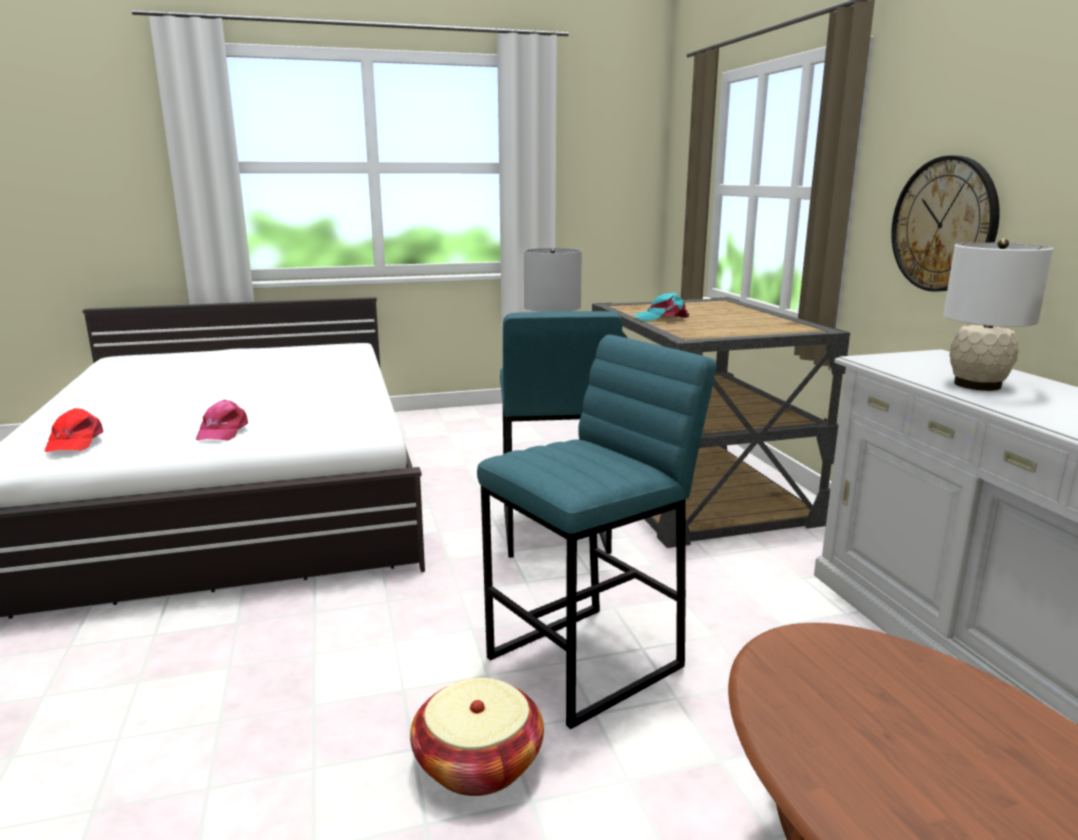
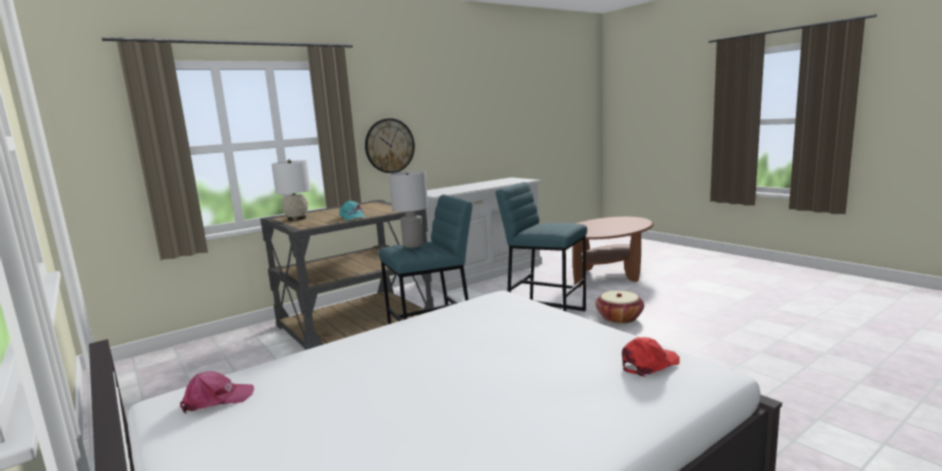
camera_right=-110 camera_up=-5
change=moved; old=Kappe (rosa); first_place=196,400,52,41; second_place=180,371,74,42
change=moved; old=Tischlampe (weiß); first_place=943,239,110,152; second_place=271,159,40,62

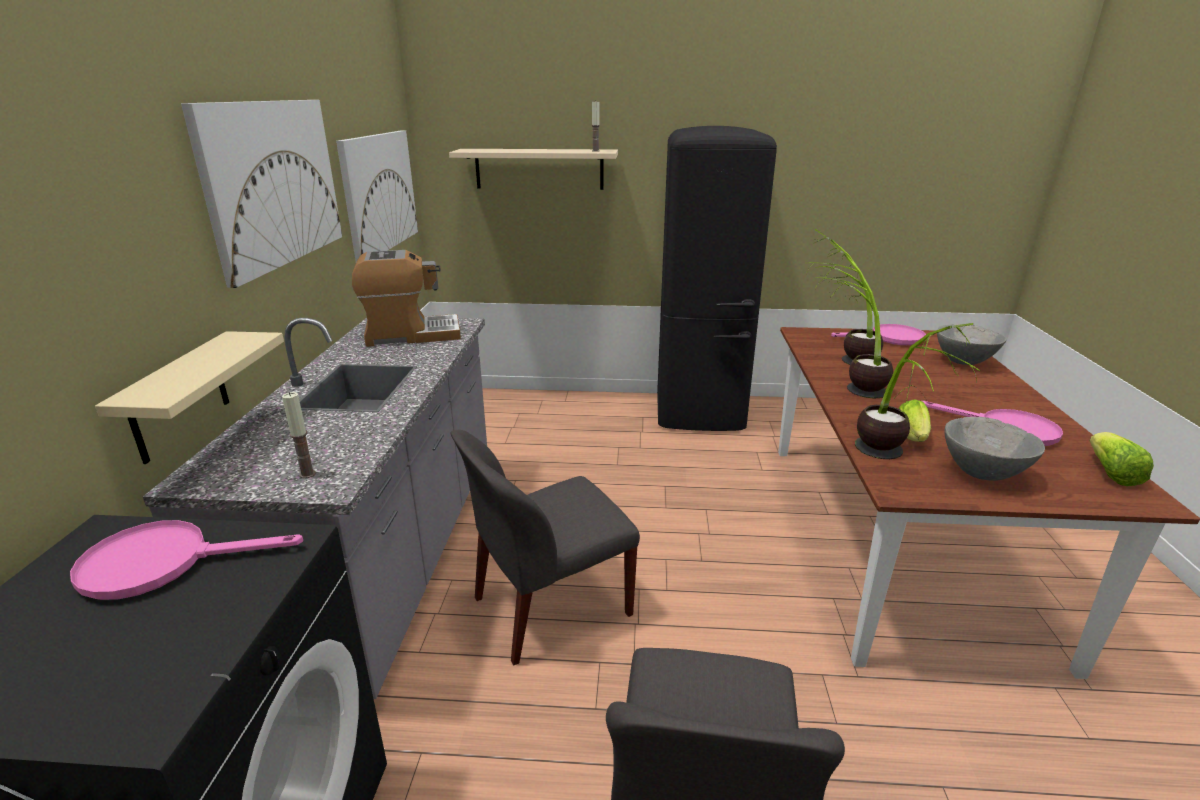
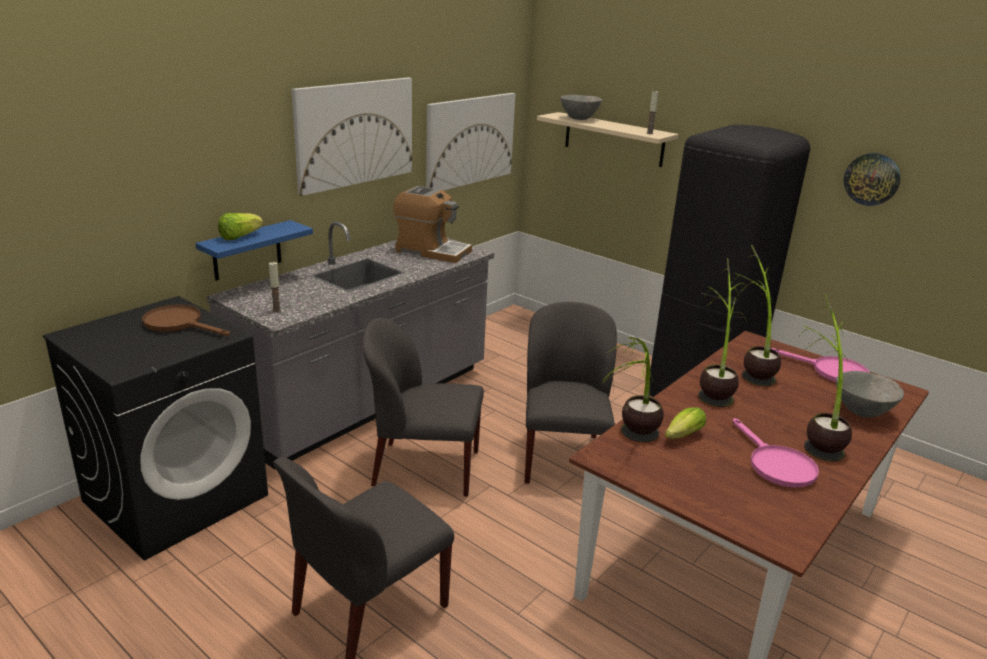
camera_right=35 camera_up=0
change=recoloured; old=Pfanne (rosa); new=Pfanne (braun); first_place=70,520,233,80; second_place=142,305,88,31
change=recoloured; old=Wandregal (beige); new=Wandregal (blau); first_place=95,331,189,133; second_place=195,220,118,61
change=moved; old=Salatkopf; first_place=1090,432,64,54; second_place=218,213,45,27
change=added; new=Stuhl (grau); second_place=525,302,92,182
change=moved; old=Schüssel (grau); first_place=945,417,100,64; second_place=560,95,42,25
change=added; new=Topfpflanze; second_place=800,294,52,167
change=added; new=Wanduhr; second_place=843,153,57,53

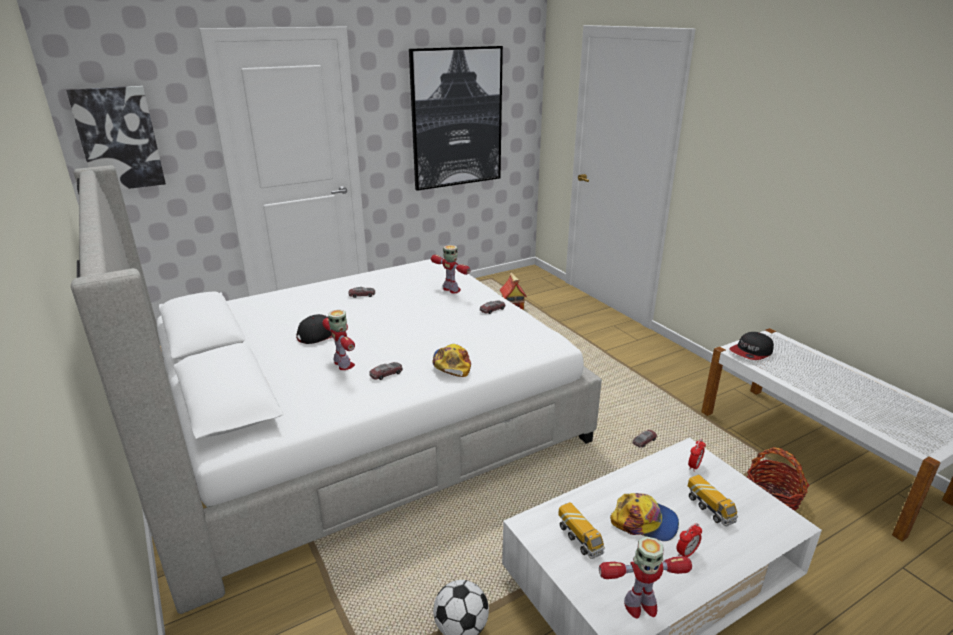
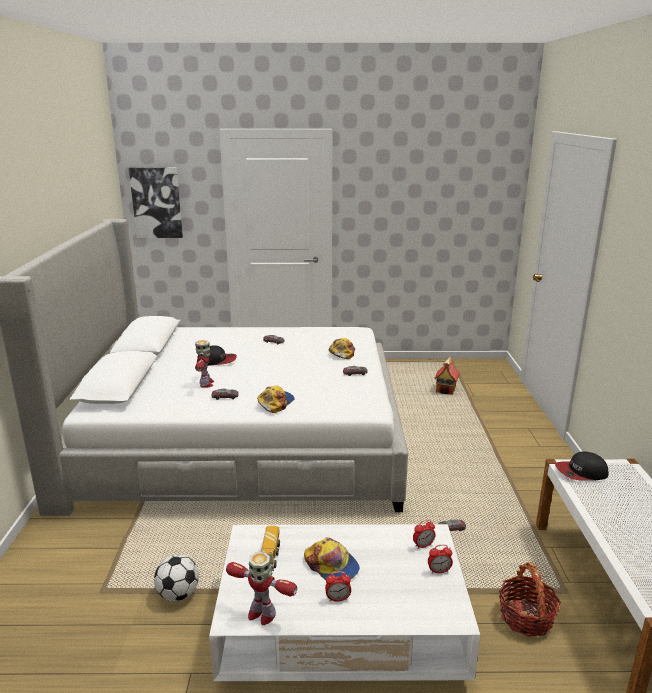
camera_right=30 camera_up=-5
change=replaced; old=Spielzeugroboter; new=Kappe; first_place=431,245,39,48; second_place=328,338,27,21
change=added; new=Wecker; second_place=428,545,25,28
change=removed; old=Bild; first_place=409,46,94,145
change=removed; old=Spielzeuglaster; first_place=688,475,50,51

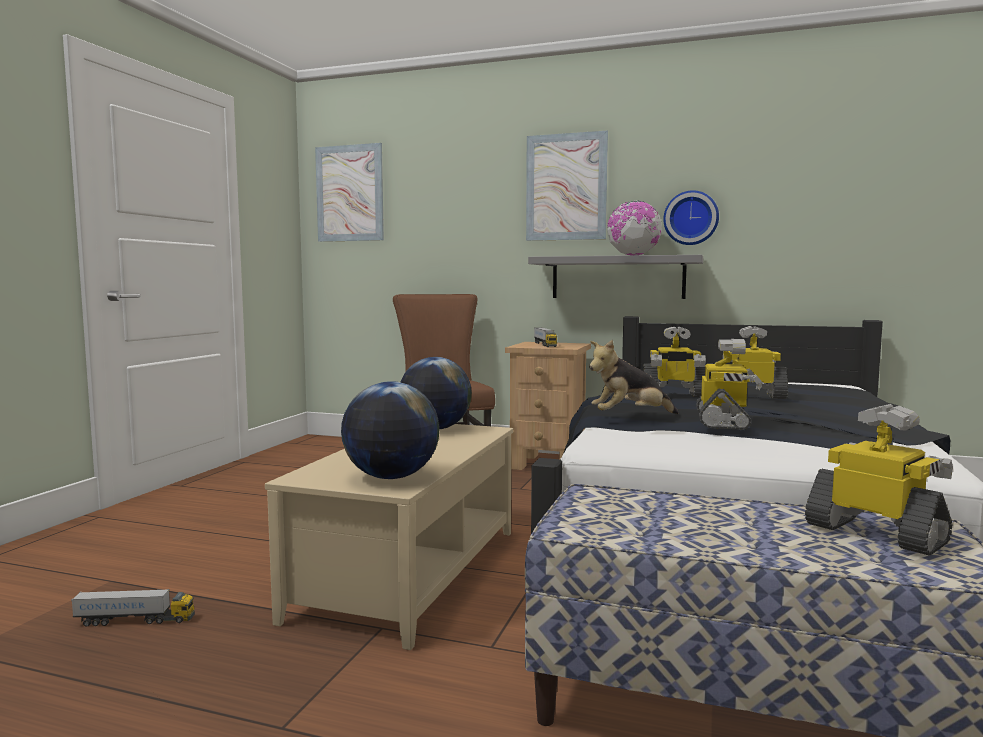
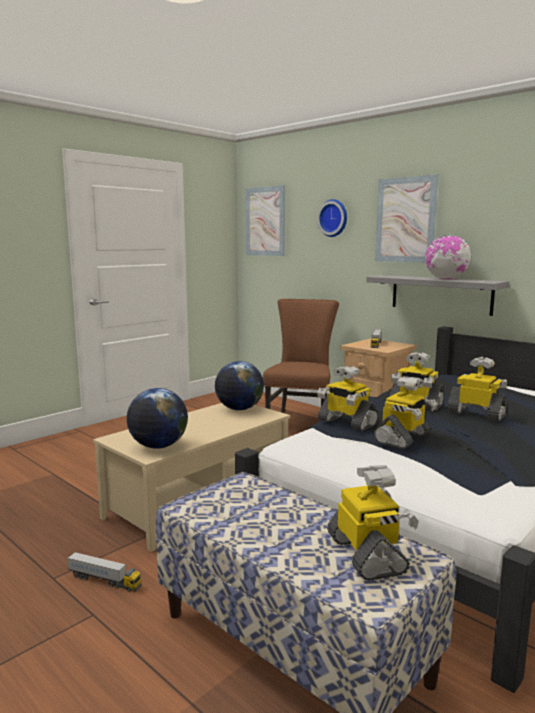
camera_right=25 camera_up=5
change=moved; old=Spielzeuglaster; first_place=71,589,124,38; second_place=67,552,74,40
change=moved; old=Wanduhr; first_place=663,190,56,55; second_place=317,199,30,38
change=replaced; old=Plüschtier; new=Spielzeugroboter; first_place=589,340,89,74; second_place=317,366,61,65

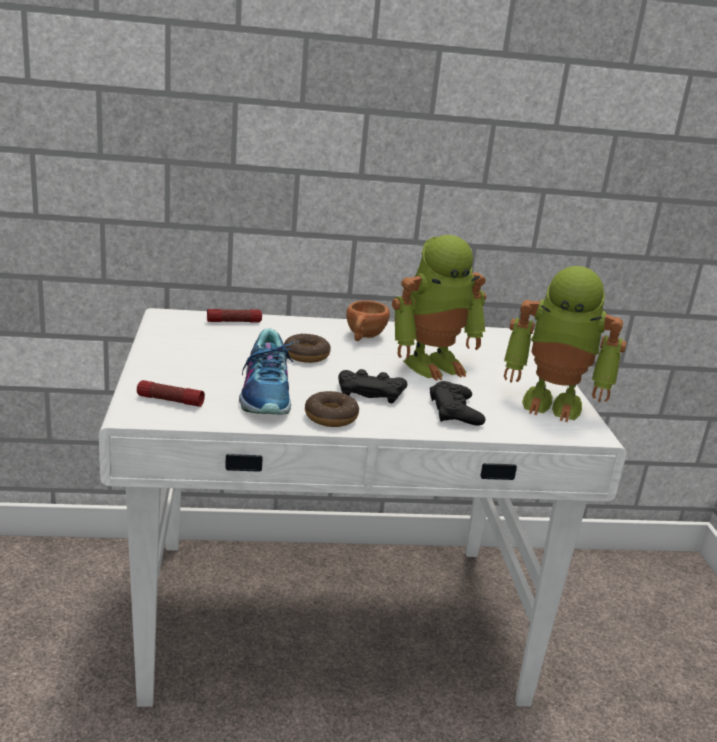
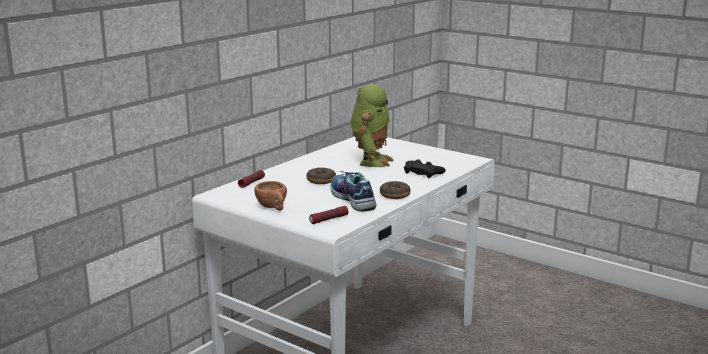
camera_right=-45 camera_up=-5
change=moved; old=Tasse (braun); first_place=346,300,44,41; second_place=254,181,33,30
change=turned; old=Schuh; first_place=239,329,61,86; second_place=330,171,47,40; degrees=-150
change=removed; old=Gamepad (schwarz); first_place=338,369,69,34
change=removed; old=Spielzeugroboter; first_place=504,266,123,156

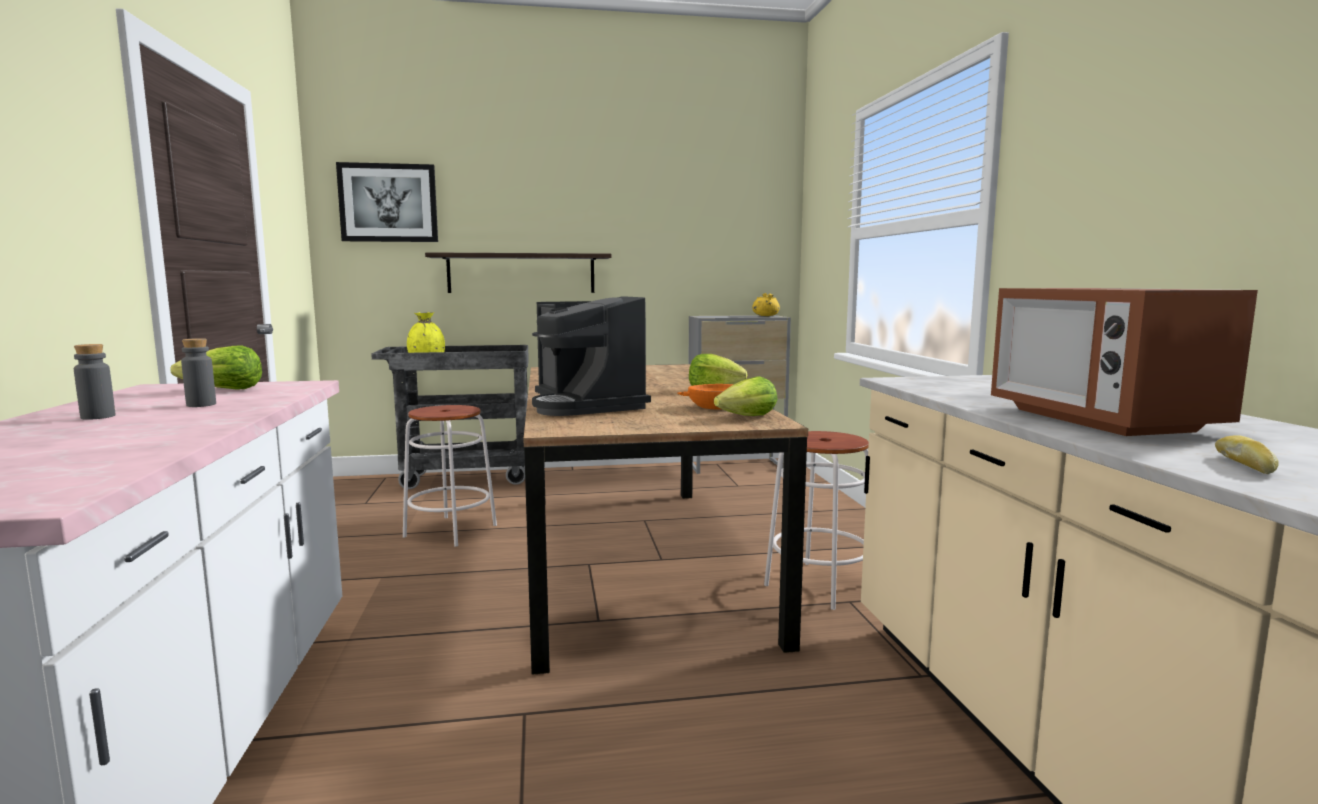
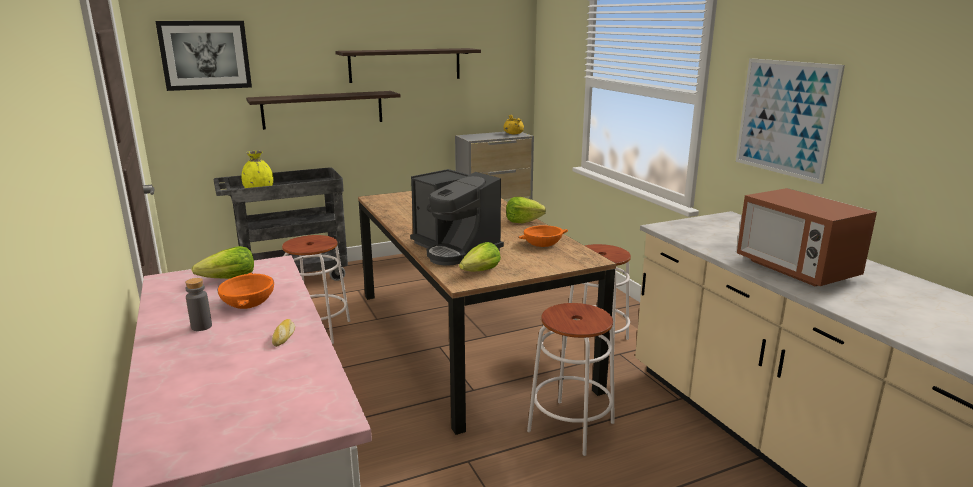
camera_right=-15 camera_up=10
change=replaced; old=Flasche (grau); new=Schüssel (orange); first_place=181,338,35,69; second_place=217,272,57,37
change=moved; old=Brot; first_place=1215,435,64,39; second_place=272,319,23,28
change=added; new=Wandregal; second_place=335,48,146,35
change=moved; old=Salatkopf; first_place=714,376,64,40; second_place=459,242,42,30
change=added; new=Hocker (weiß); second_place=527,303,88,153
change=added; new=Bild; second_place=736,58,109,126

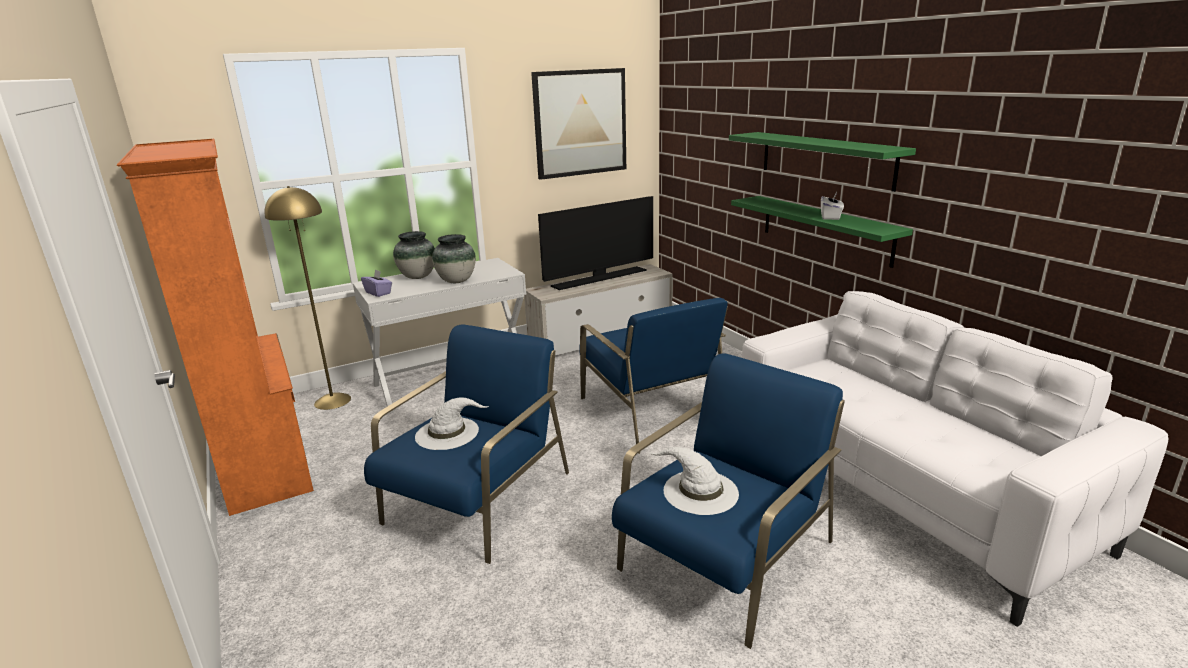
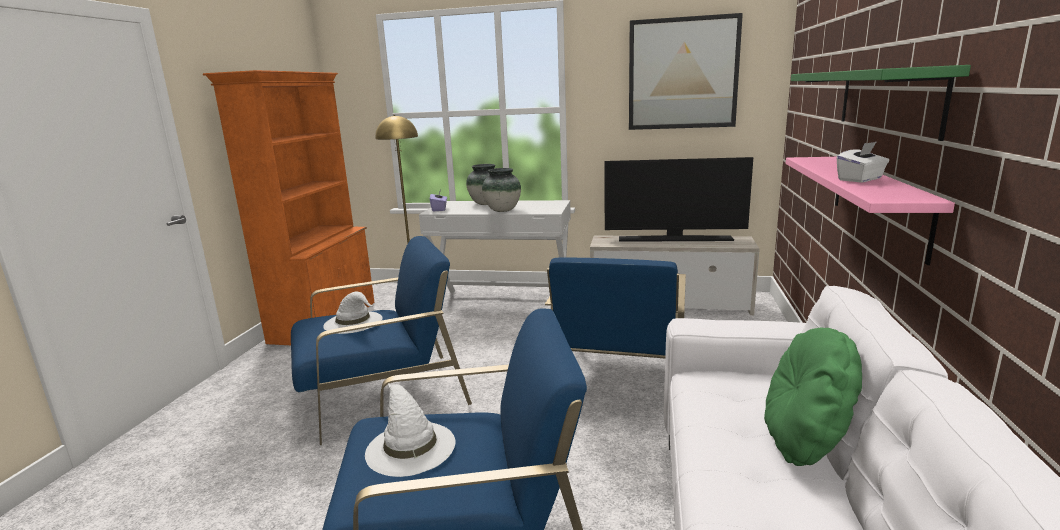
camera_right=40 camera_up=-5
change=added; new=Kissen (grün); second_place=764,328,98,138
change=recoloured; old=Wandregal (grün); new=Wandregal (rosa); first_place=731,196,182,72; second_place=786,157,169,108

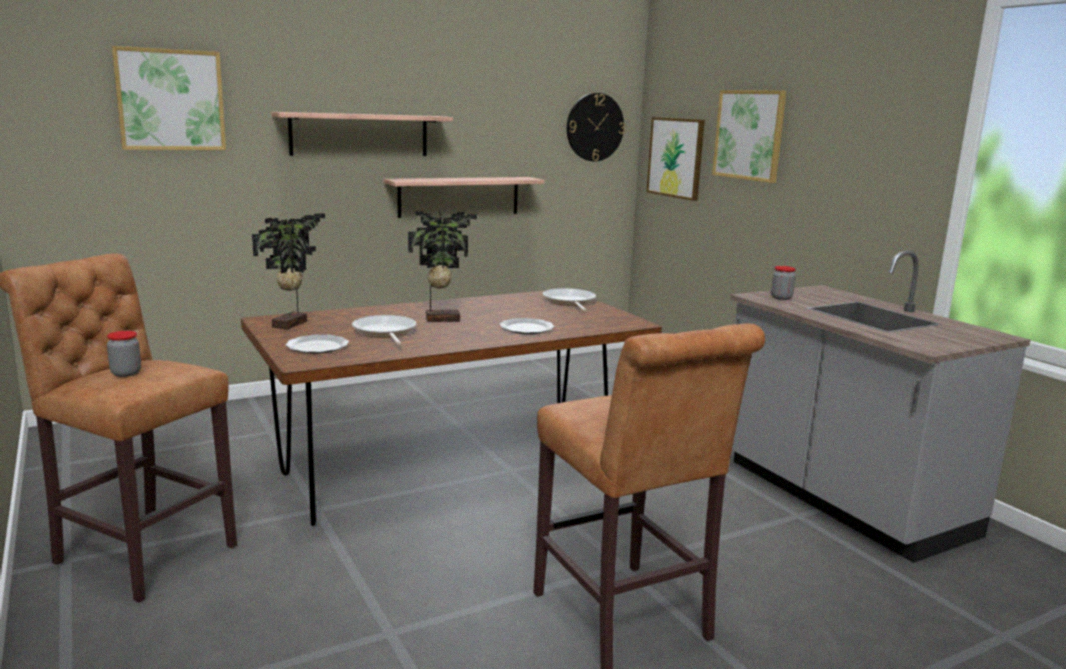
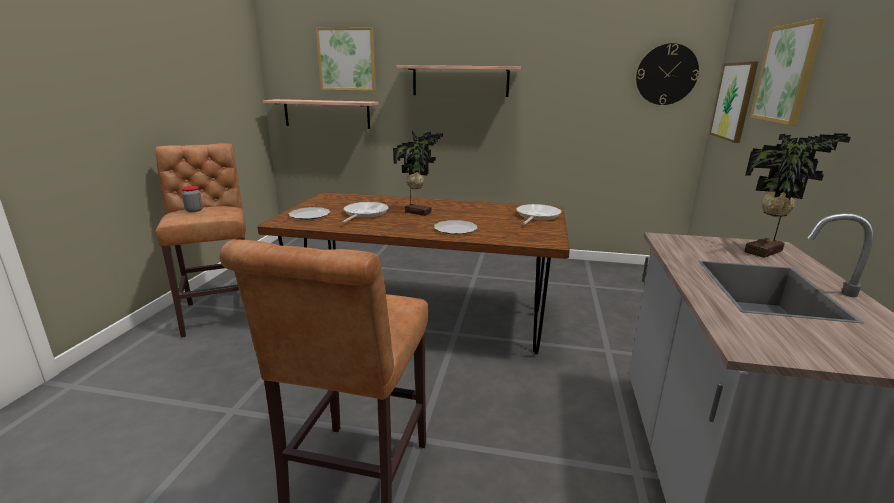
camera_right=40 camera_up=5
change=moved; old=Wandregal; first_place=383,177,162,41; second_place=263,99,116,30
change=moved; old=Topfpflanze; first_place=252,213,73,116; second_place=744,133,107,125
change=removed; old=Vorratsglas; first_place=771,266,25,34

